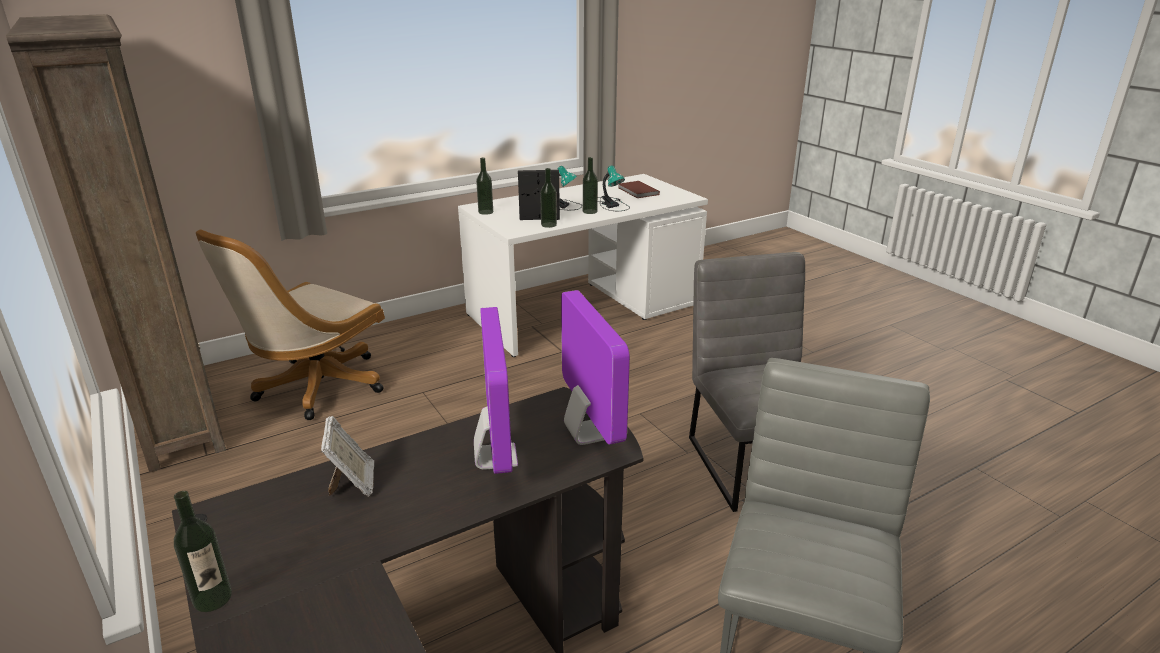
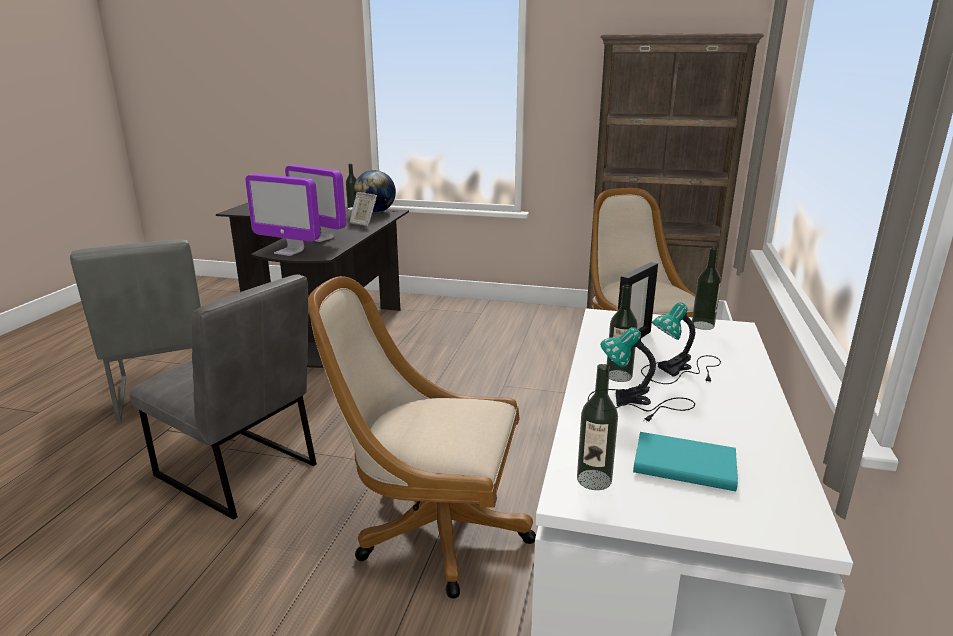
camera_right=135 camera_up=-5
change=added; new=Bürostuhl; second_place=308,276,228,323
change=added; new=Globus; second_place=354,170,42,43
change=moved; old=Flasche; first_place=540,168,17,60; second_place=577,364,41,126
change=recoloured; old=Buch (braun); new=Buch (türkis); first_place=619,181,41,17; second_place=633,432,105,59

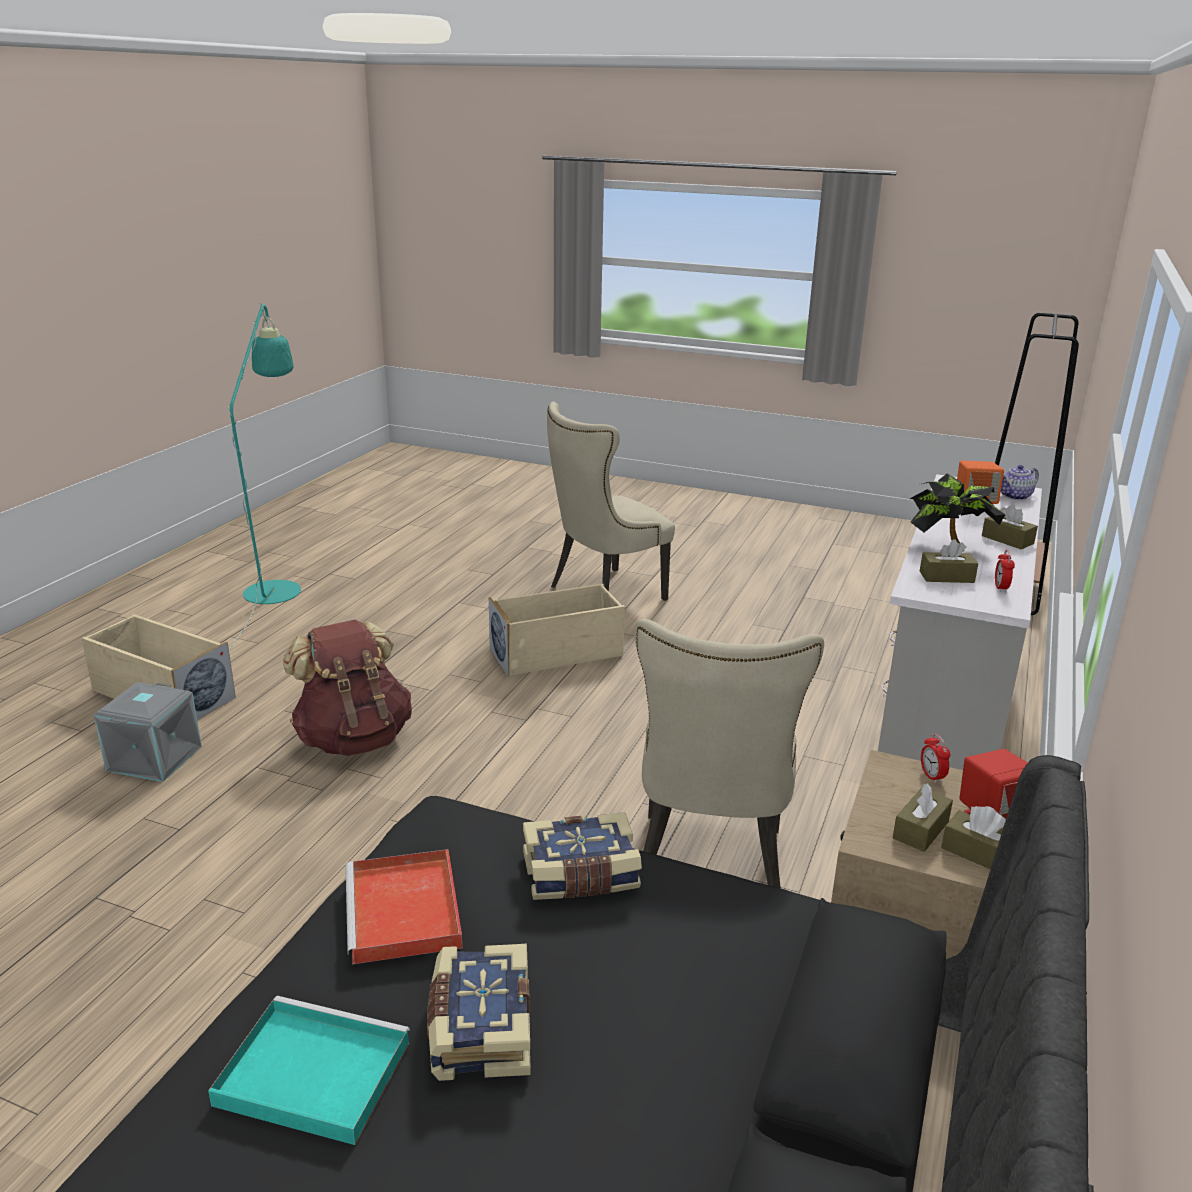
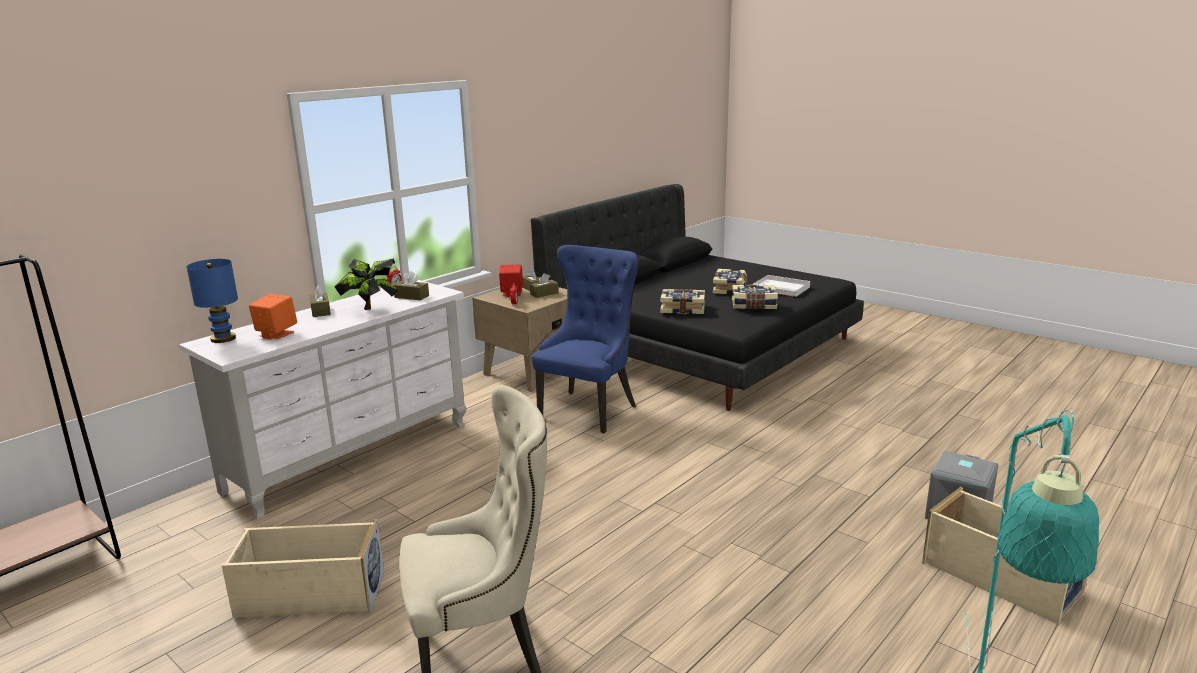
camera_right=-160 camera_up=-5
change=replaced; old=Teekanne; new=Tischlampe (blau); first_place=1001,465,38,35; second_place=187,259,51,84
change=moved; old=Aufbewahrungsbox (beige); first_place=489,584,136,94; second_place=222,519,162,99
change=recoloured; old=Stuhl (beige); new=Stuhl (blau); first_place=635,619,189,269; second_place=532,245,106,188
change=replaced; old=Tablett (rot); new=Buch; first_place=346,849,116,115; second_place=732,285,46,24
change=recoloured; old=Tablett (türkis); new=Tablett (weiß); first_place=208,996,202,149; second_place=753,275,57,22
change=removed; old=Rucksack (braun); first_place=283,619,129,137

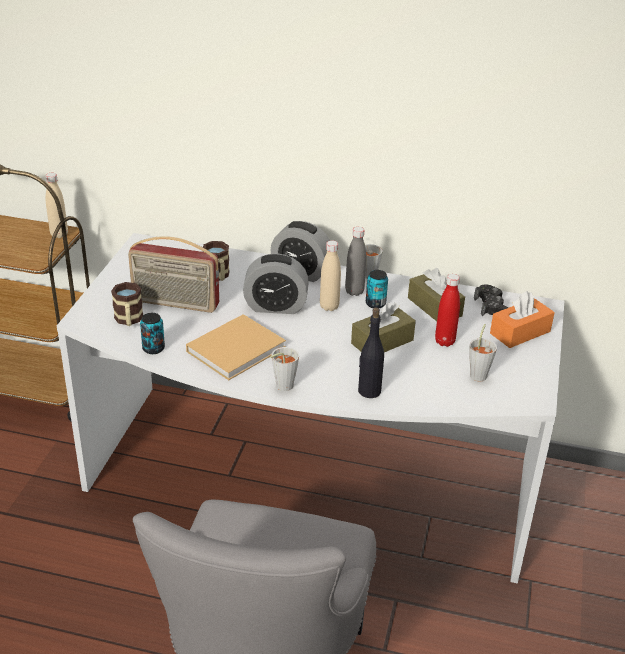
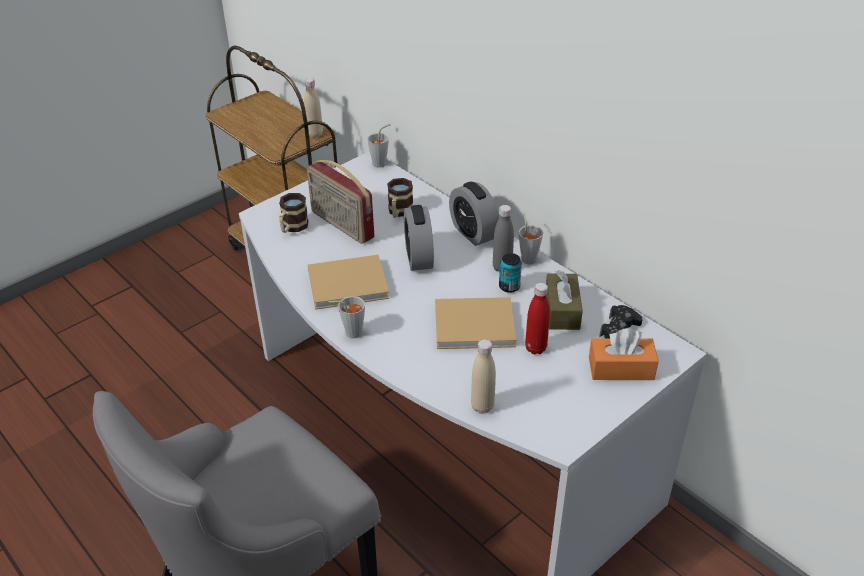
camera_right=35 camera_up=5
change=moved; old=Tasse (grau); first_place=469,324,28,57; second_place=367,124,24,44
change=turned; old=Wecker; first_place=243,253,66,61; second_place=404,205,30,66; degrees=45
change=replaced; old=Taschentuchbox (braun); new=Buch (beige); first_place=351,302,65,50; second_place=435,297,81,52
change=moved; old=Flasche (beige); first_place=320,240,21,71; second_place=471,339,25,75
change=removed; old=Dose; first_place=140,313,25,41
change=removed; old=Flasche (schwarz); first_place=358,308,26,90

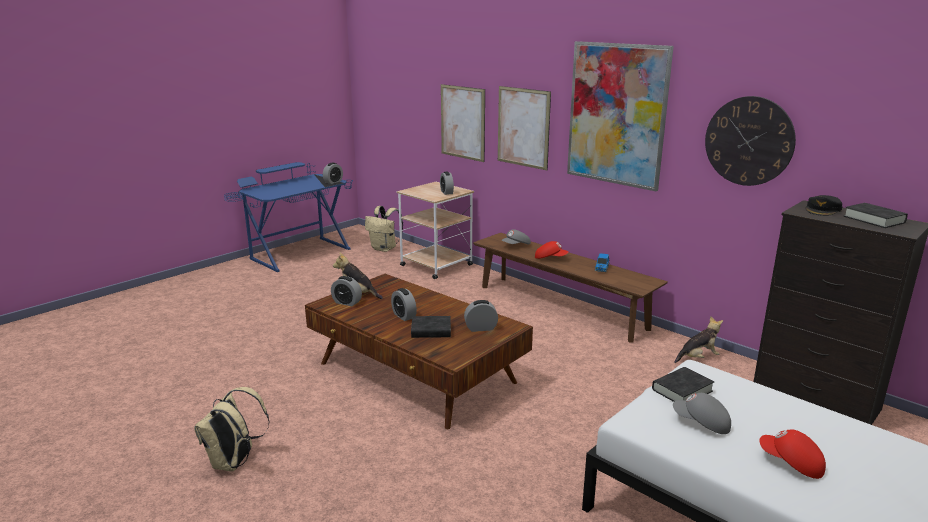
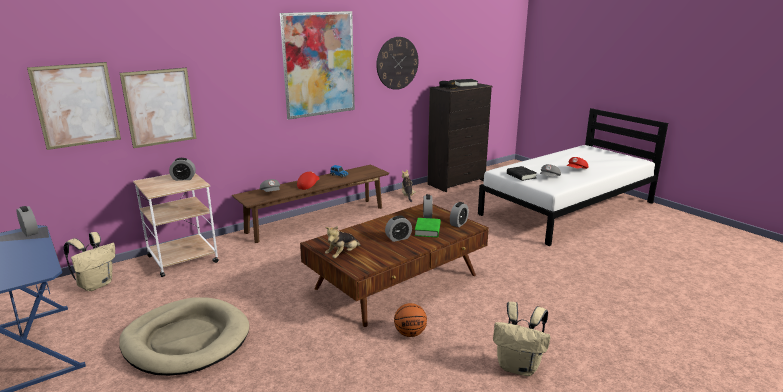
camera_right=-80 camera_up=0
change=moved; old=Bild; first_place=498,86,53,84; second_place=27,62,94,88
change=added; new=Hundebett (beige); second_place=119,297,130,79
change=added; new=Basketball; second_place=394,303,33,34
change=recoloured; old=Buch (schwarz); new=Buch (grün); first_place=411,316,40,22; second_place=415,218,26,19
change=moved; old=Wecker; first_place=331,276,31,30; second_place=450,202,19,25

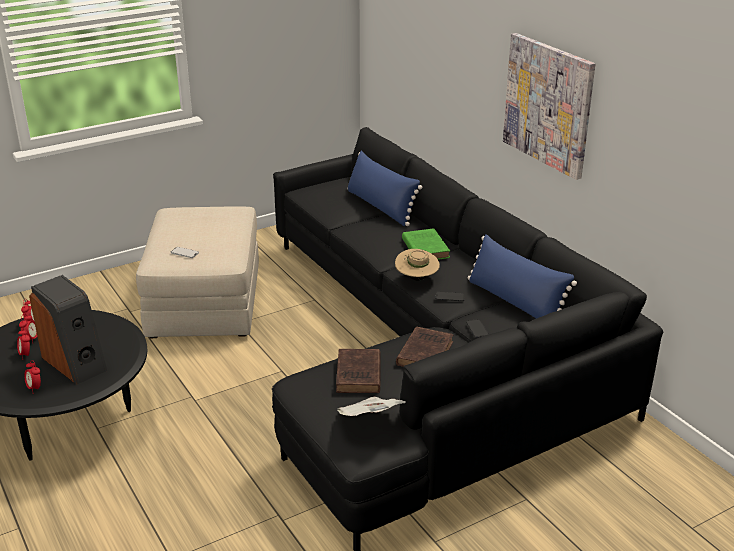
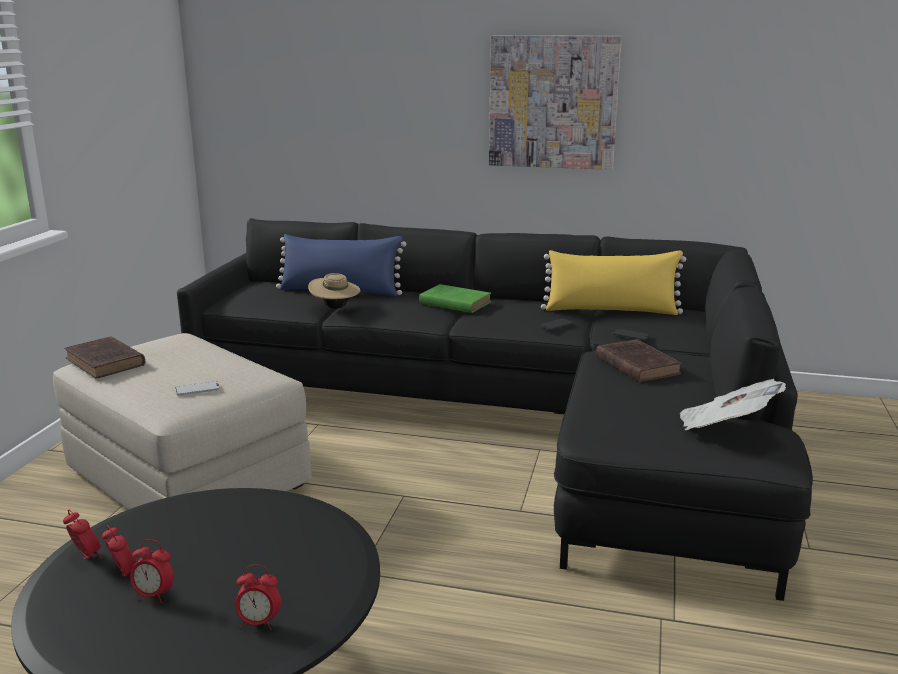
camera_right=-45 camera_up=-10
change=moved; old=Buch (braun); first_place=336,349,45,44; second_place=64,336,81,43
change=moved; old=Hut (beige); first_place=395,249,45,31; second_place=308,273,52,36
change=recoloured; old=Kissen (blau); new=Kissen (gelb); first_place=468,234,109,85; second_place=541,250,145,65
change=removed; old=Lautsprecher; first_place=29,275,78,109

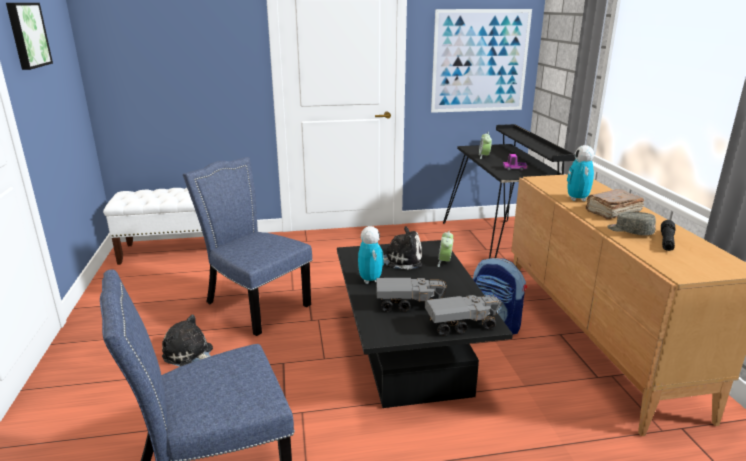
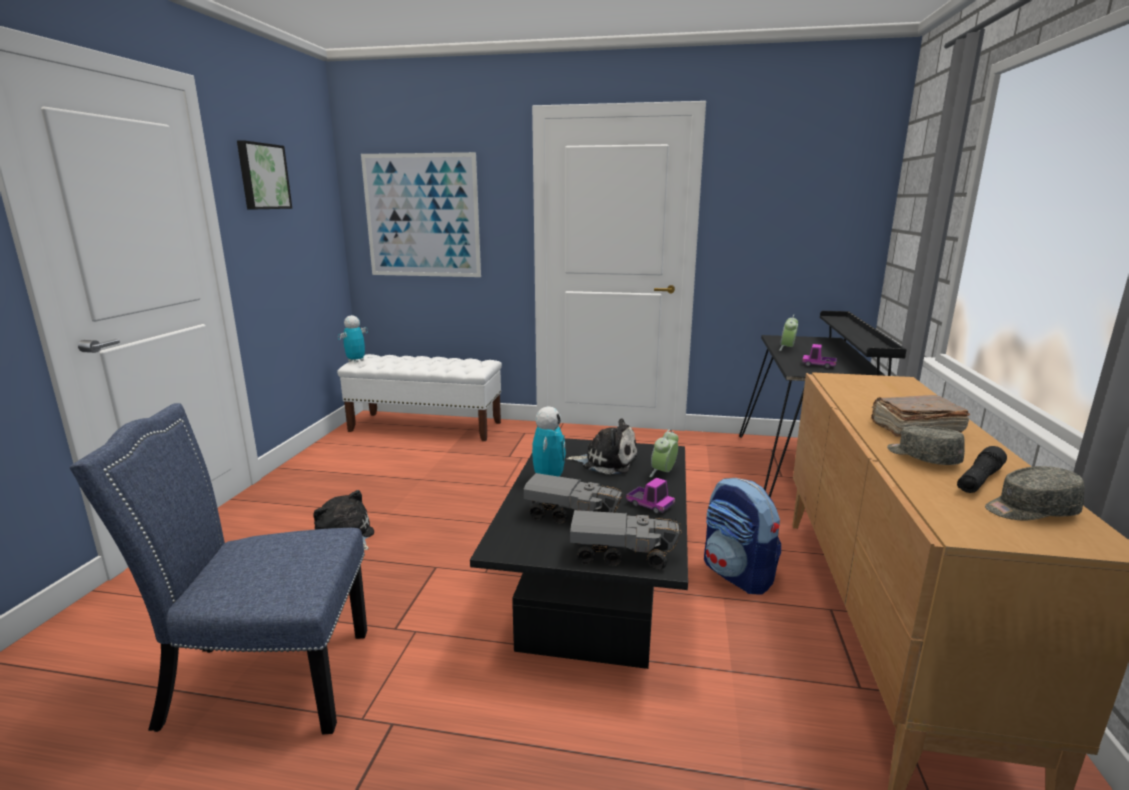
camera_right=20 camera_up=-5
change=moved; old=Spielzeugroboter; first_place=567,145,27,56; second_place=338,315,30,48
change=moved; old=Bild; first_place=431,9,101,104; second_place=361,152,120,125
change=added; new=Spielzeuglaster; second_place=626,478,49,36
change=added; new=Kappe (grau); second_place=985,466,99,55
change=removed; old=Stuhl (blau); first_place=183,157,130,179

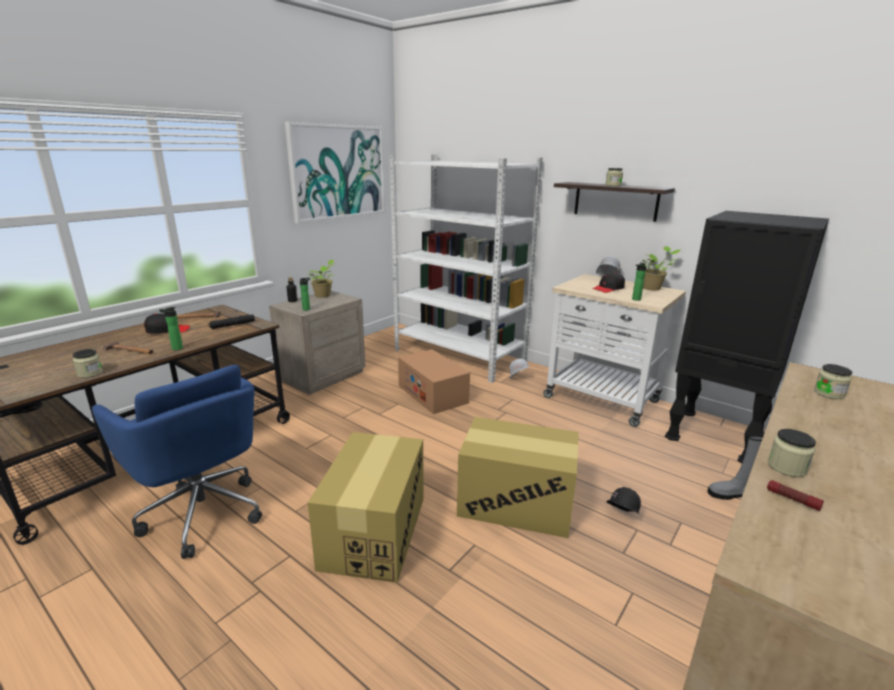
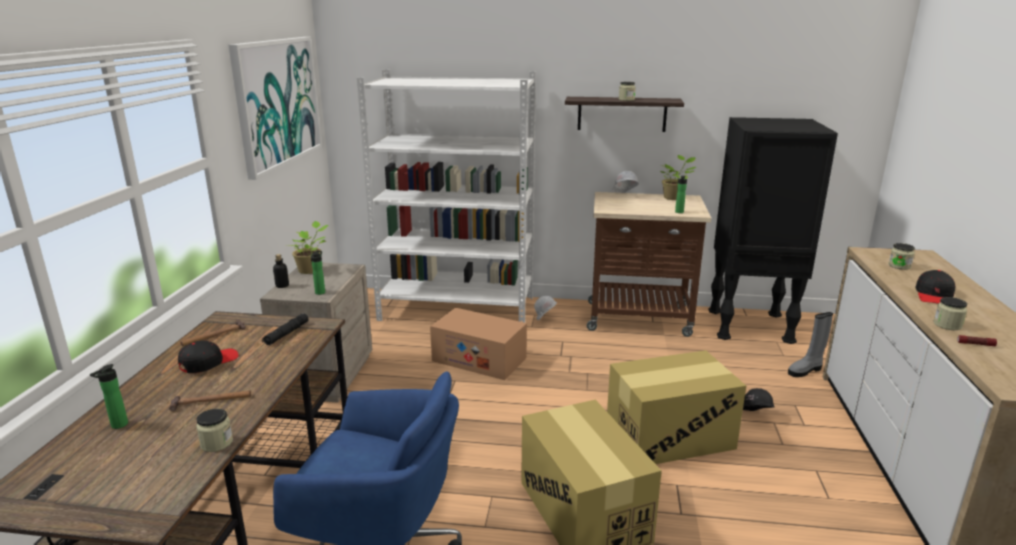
camera_right=-30 camera_up=0
change=moved; old=Flasche; first_place=159,307,24,43; second_place=90,364,38,65
change=recoloured; old=Rollwagen (weiß); new=Rollwagen (braun); first_place=543,274,143,153; second_place=587,192,124,145
change=moved; old=Kappe (schwarz); first_place=593,272,32,21; second_place=916,270,39,34

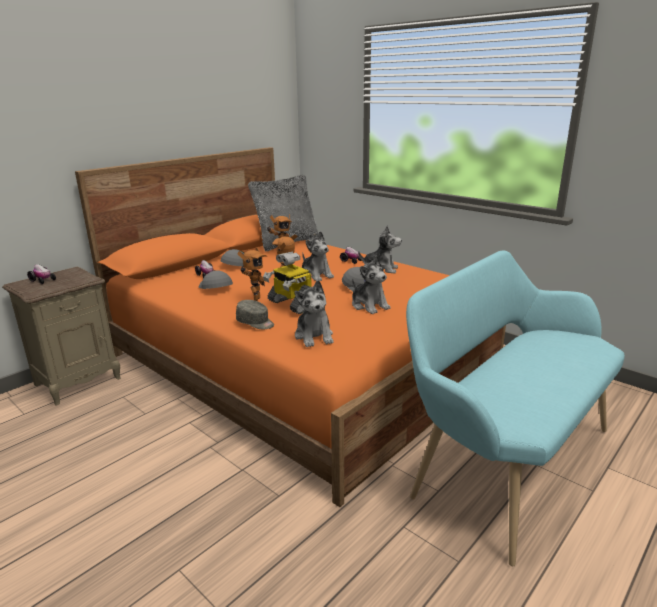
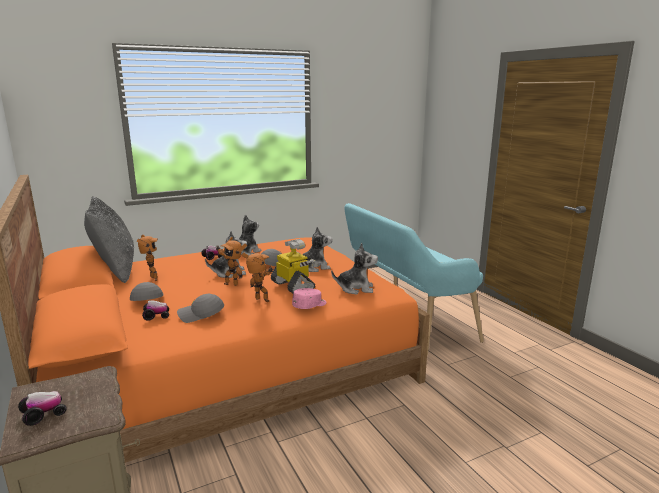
camera_right=-70 camera_up=-5
change=turned; old=Spielzeugroboter; first_place=263,252,49,62; second_place=271,239,47,54; degrees=-105
change=recoloured; old=Kappe (grau); new=Kappe (rosa); first_place=236,300,38,29; second_place=292,288,34,21

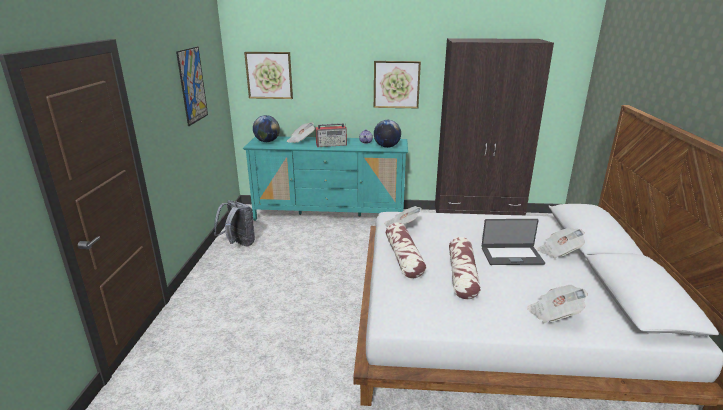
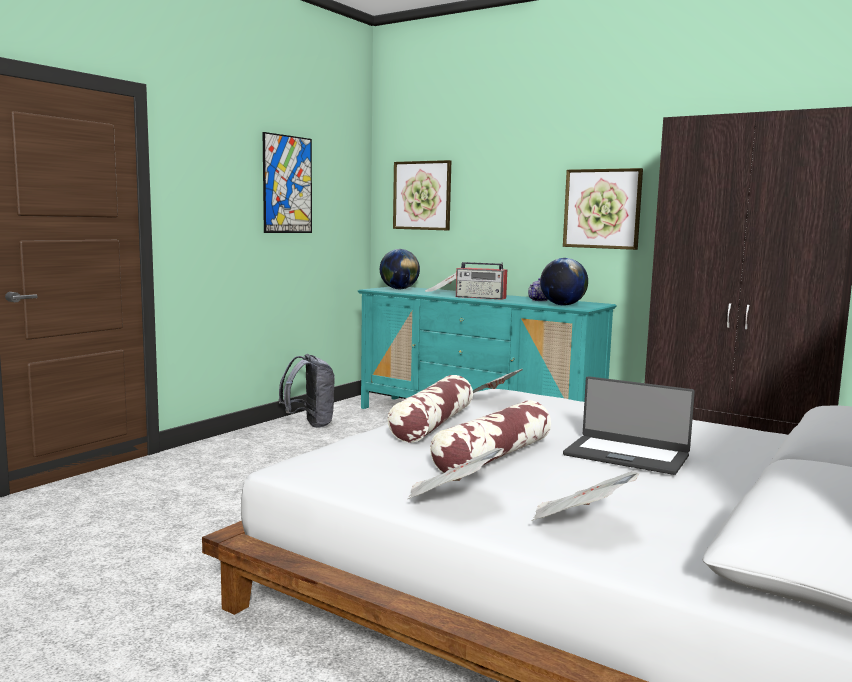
camera_right=30 camera_up=-15
change=moved; old=Zeitung; first_place=538,228,47,30; second_place=408,448,96,51

